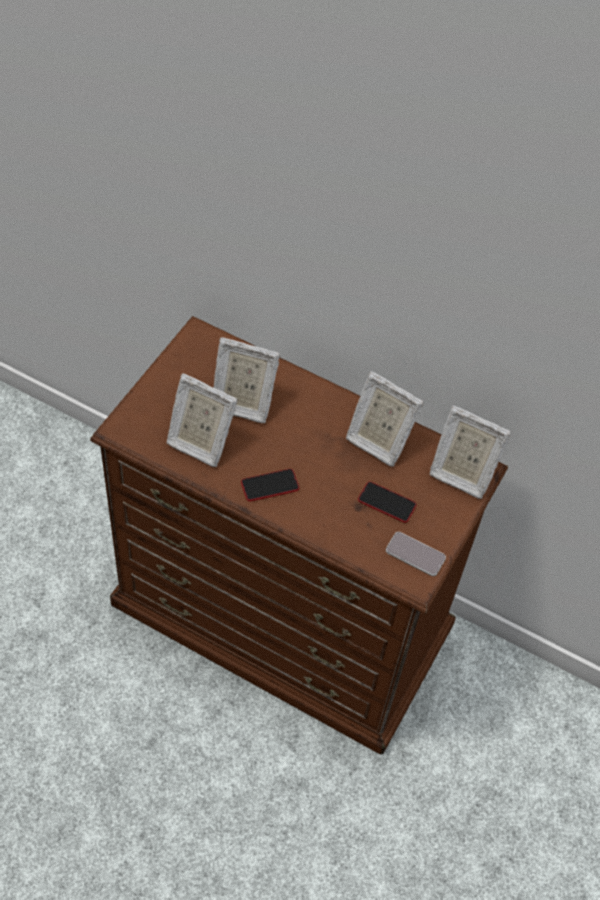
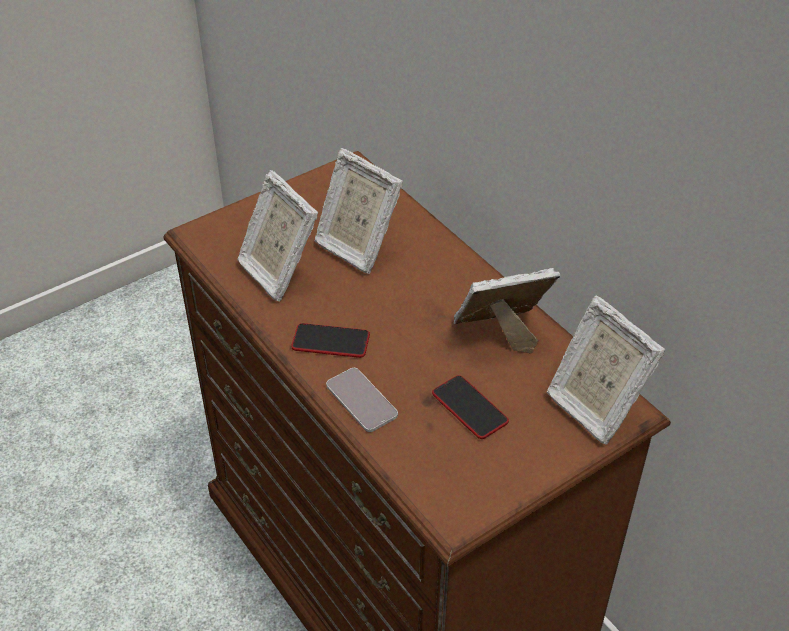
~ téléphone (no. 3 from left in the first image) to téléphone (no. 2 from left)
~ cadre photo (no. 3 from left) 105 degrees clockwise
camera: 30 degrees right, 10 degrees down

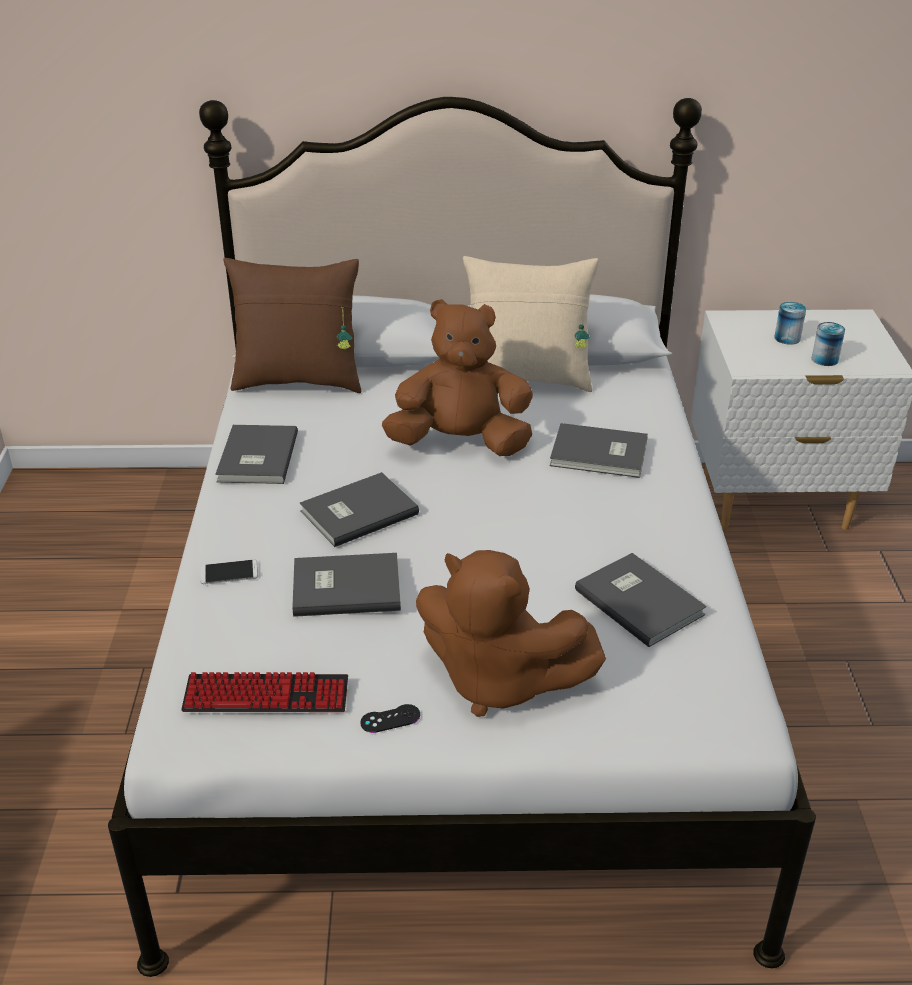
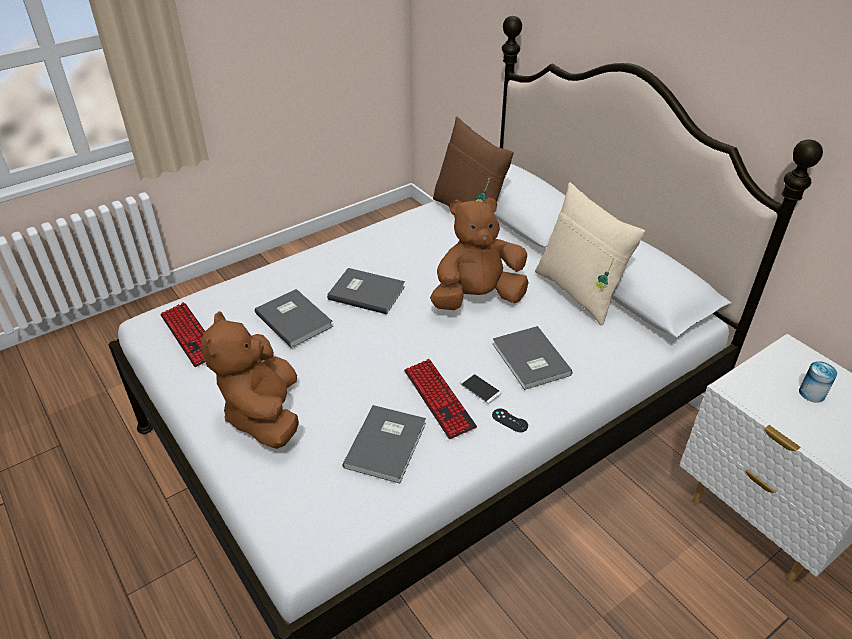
+ clavier (no. 2 from left)
~ peluche [marron] (no. 1 from left in the first image) 75 degrees counterclockwise
~ téléphone
~ manette [noir]
- livre [gris] (no. 1 from left)
- boîte métallique (no. 2 from left)
camera: 55 degrees right, 5 degrees up

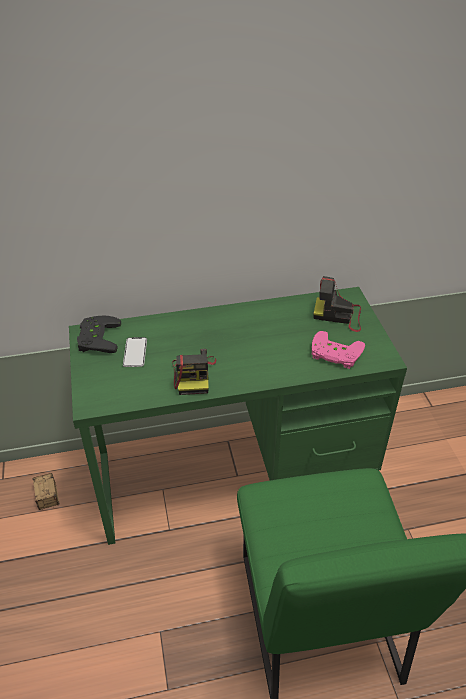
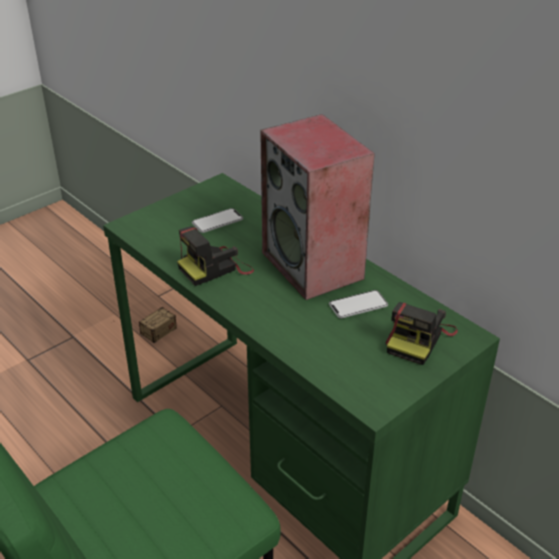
+ enceinte
+ téléphone (no. 2 from left)
~ appareil photo (no. 2 from left) 135 degrees counterclockwise
- manette [noir]
- manette [rose]
camera: 60 degrees right, 5 degrees down

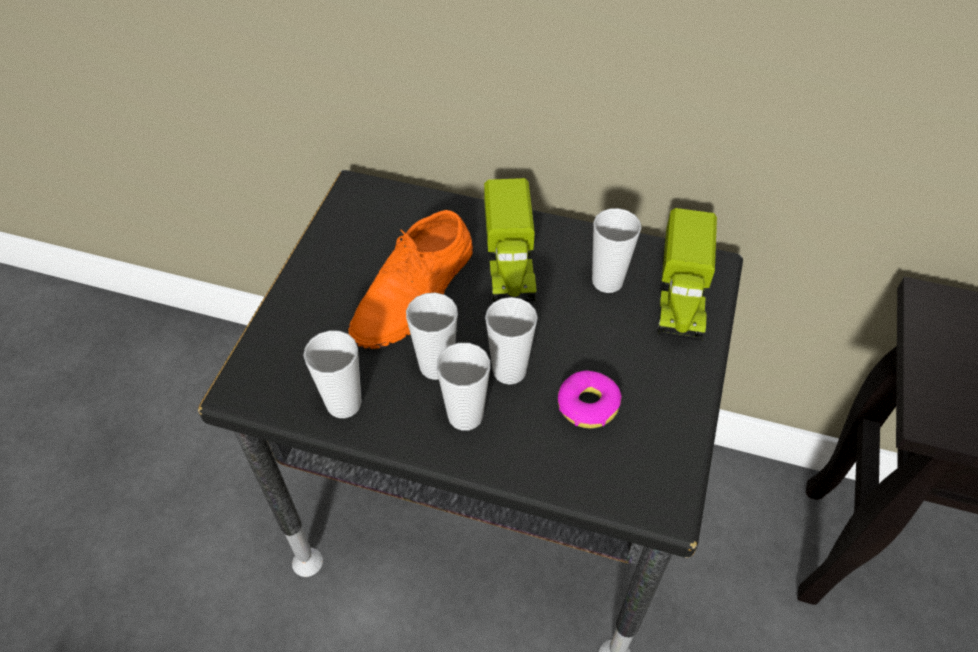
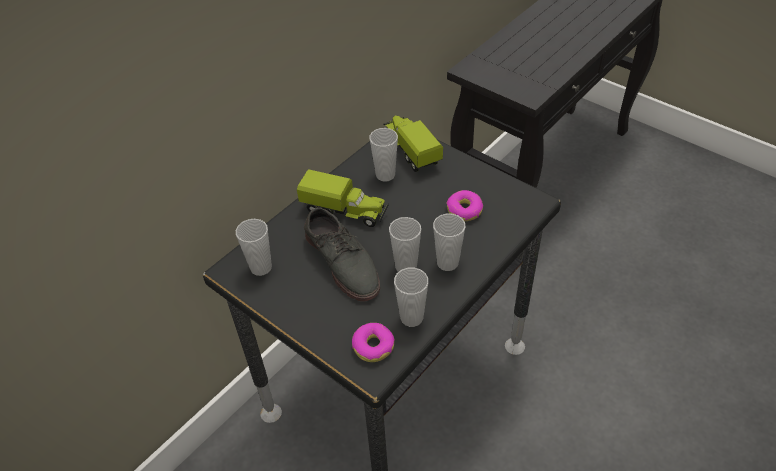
~ tasse (no. 4 from left in the first image) to tasse (no. 1 from left)
~ chaussure [orange] to chaussure [gris]
+ beignet (no. 1 from left)
~ camion jouet (no. 2 from left) 150 degrees counterclockwise
camera: 65 degrees left, 5 degrees down

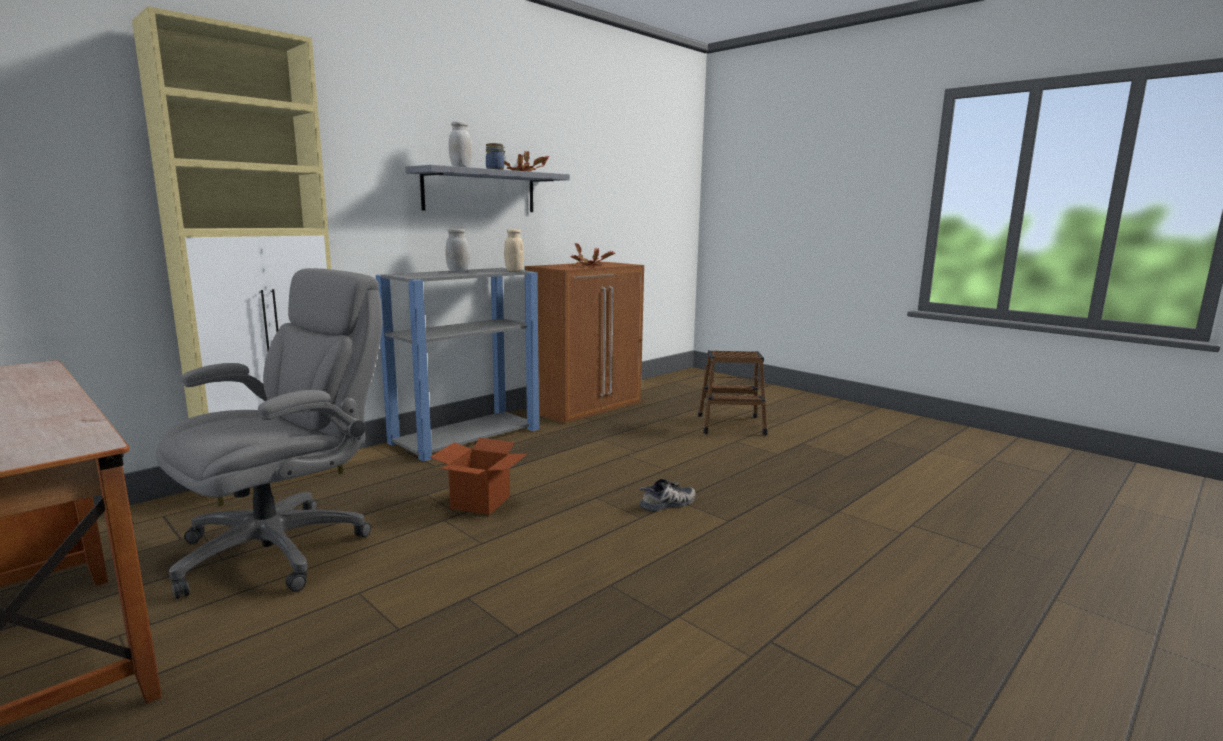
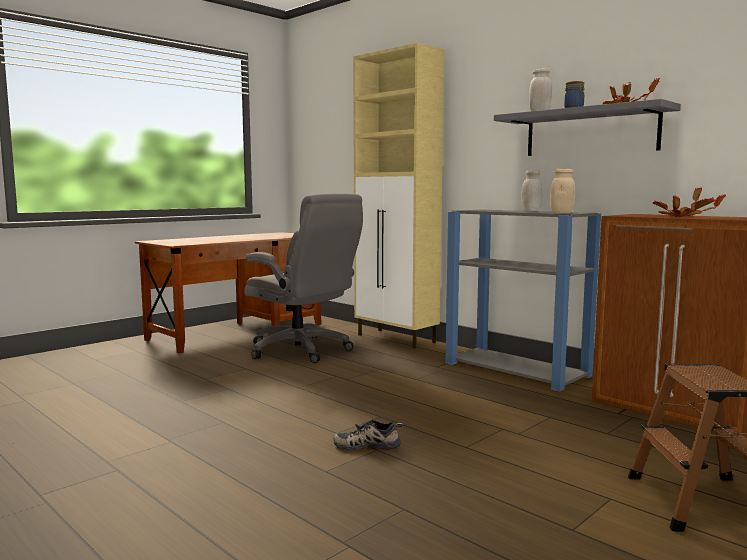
~ chaussure 120 degrees clockwise
- carton
camera: 90 degrees right, 5 degrees down

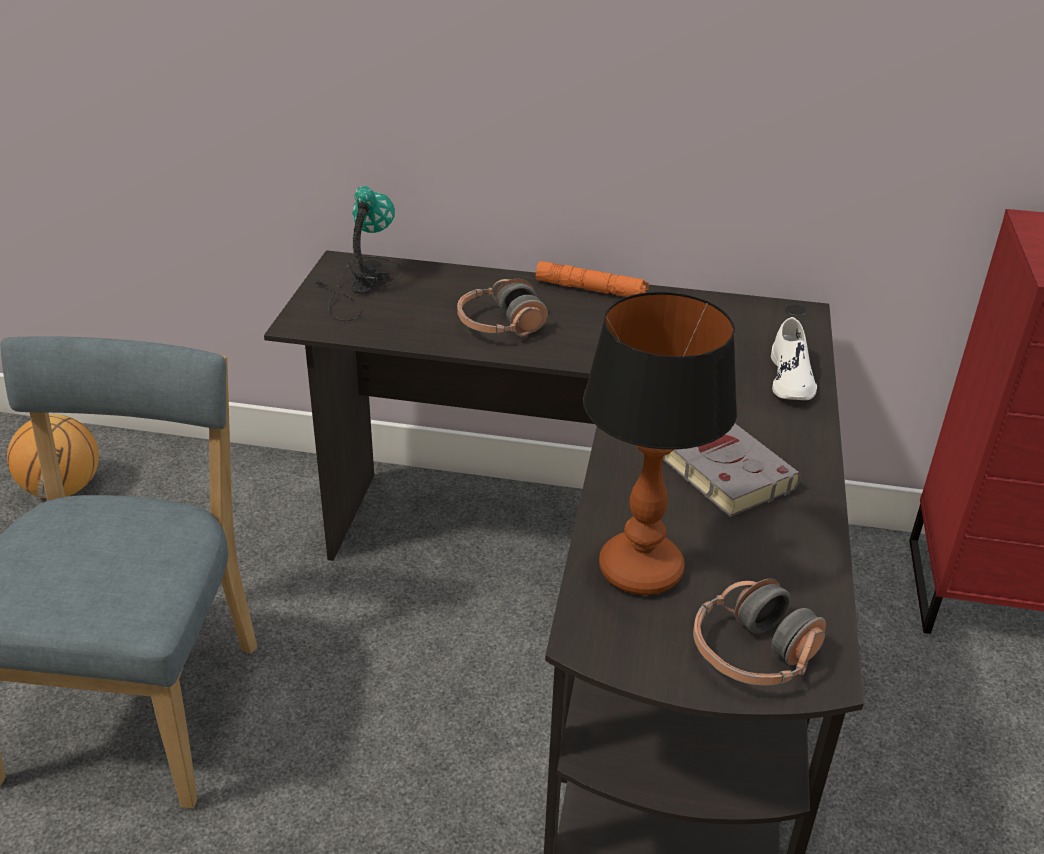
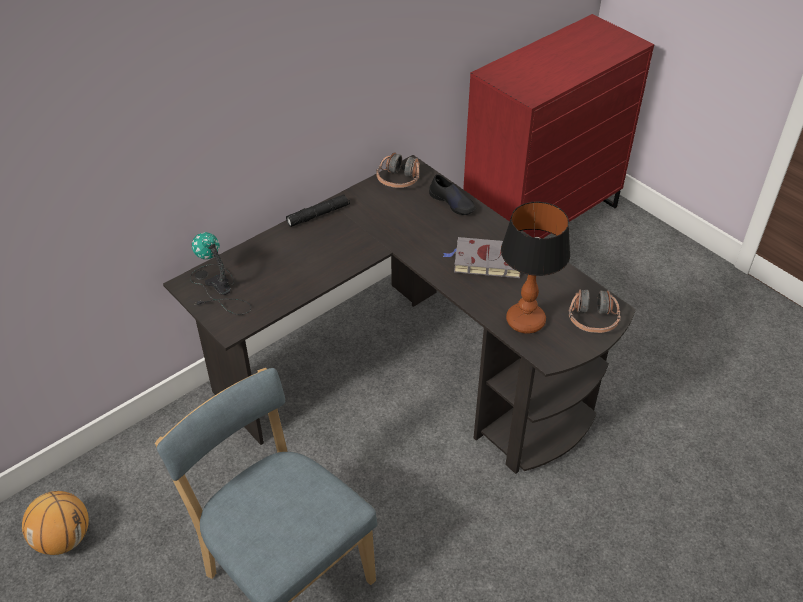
~ lampe de poche [orange] to lampe de poche [noir]
~ casque audio (no. 1 from left)
~ chaussure [blanc] to chaussure [noir]
camera: 50 degrees left, 10 degrees up

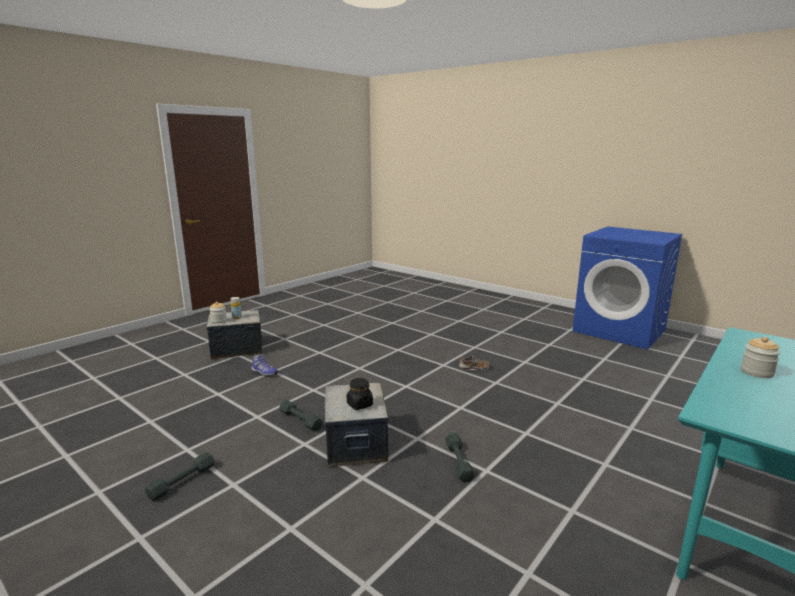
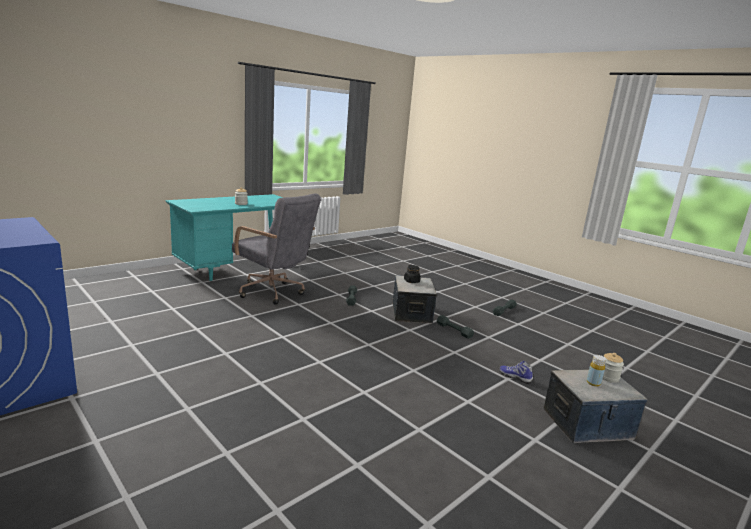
+ chaise de bureau [gris]
- chaussure (no. 2 from left)
camera: 175 degrees left, 0 degrees up

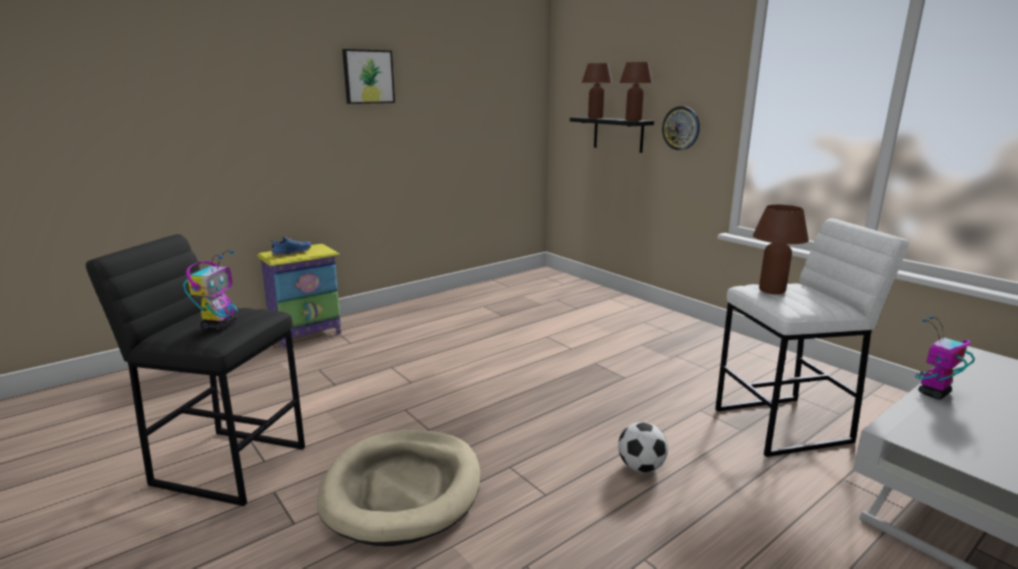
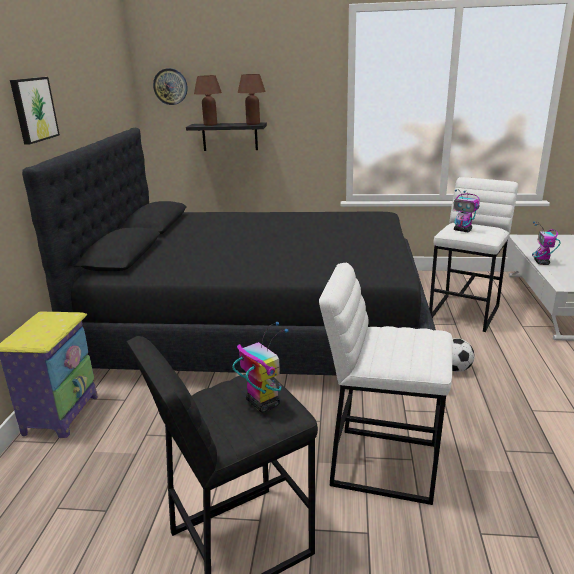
+ lit [noir]
~ horloge murale
~ panier pour chien [beige] to tabouret [blanc] (no. 1 from left)
~ lampe de table [marron] (no. 3 from left) to robot jouet (no. 2 from left)
- chaussure [bleu]
camera: 45 degrees left, 5 degrees up

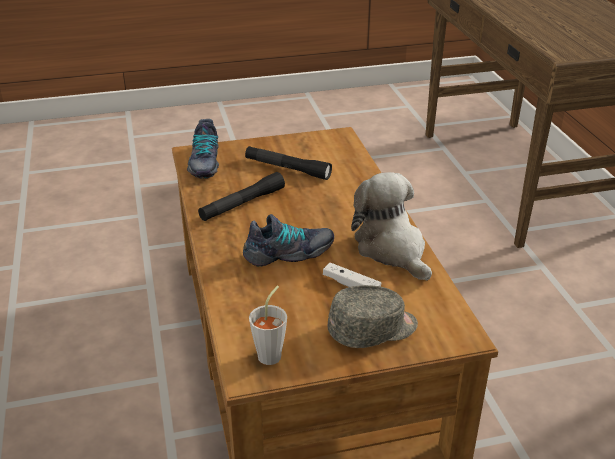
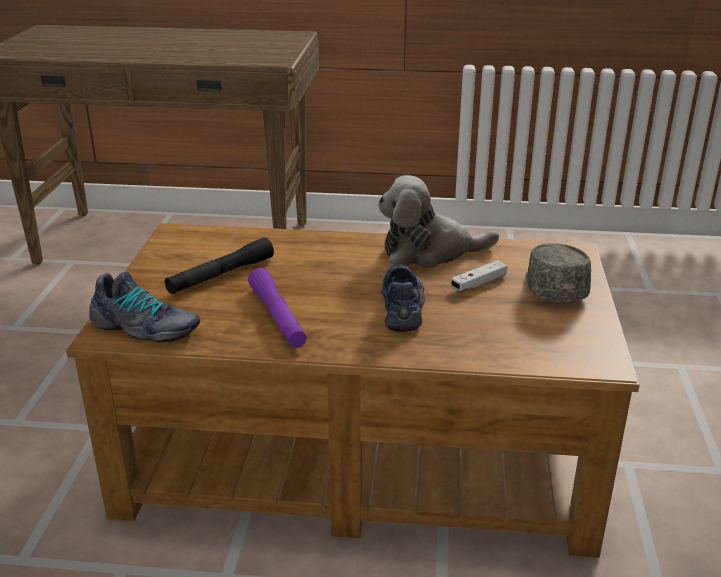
~ lampe de poche [noir] (no. 1 from left) to lampe de poche [violet]
- tasse [gris]
camera: 70 degrees left, 5 degrees down

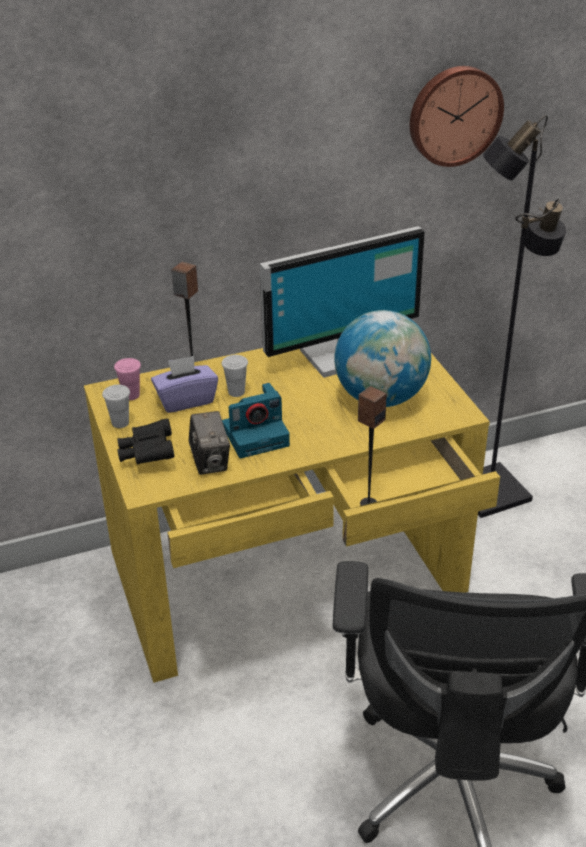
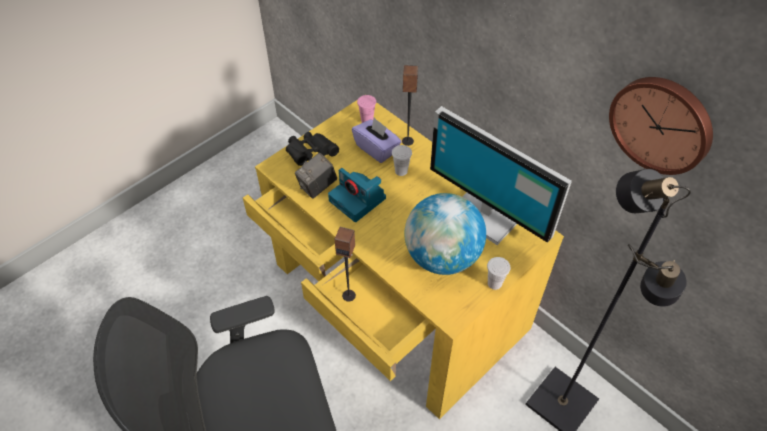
~ tasse [blanc] (no. 1 from left in the first image) to tasse [blanc] (no. 2 from left)
camera: 65 degrees right, 15 degrees up

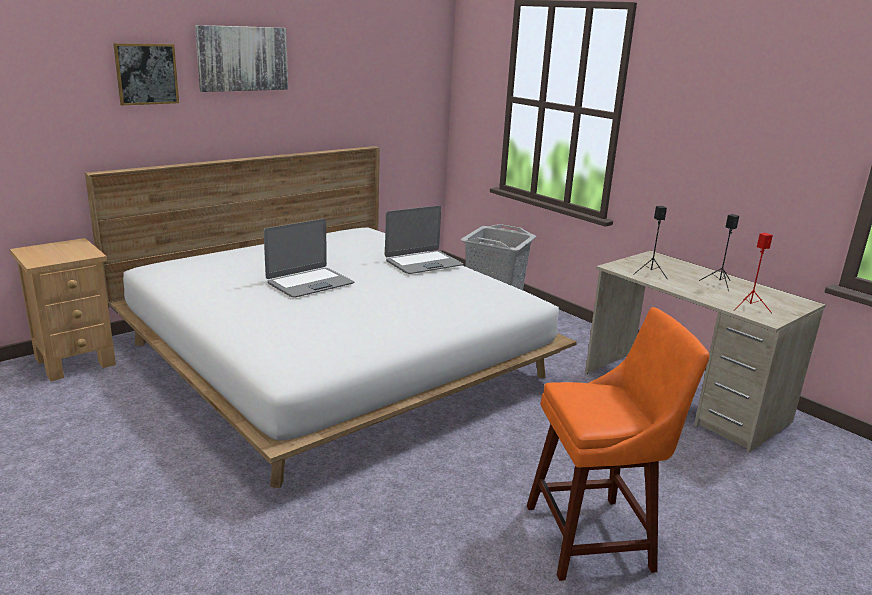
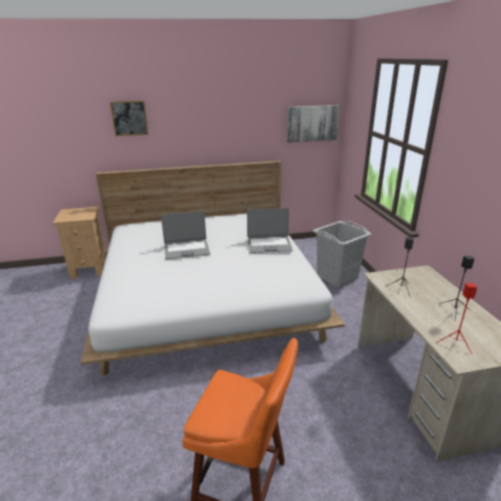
~ tableau (no. 2 from left)
camera: 30 degrees right, 5 degrees up

